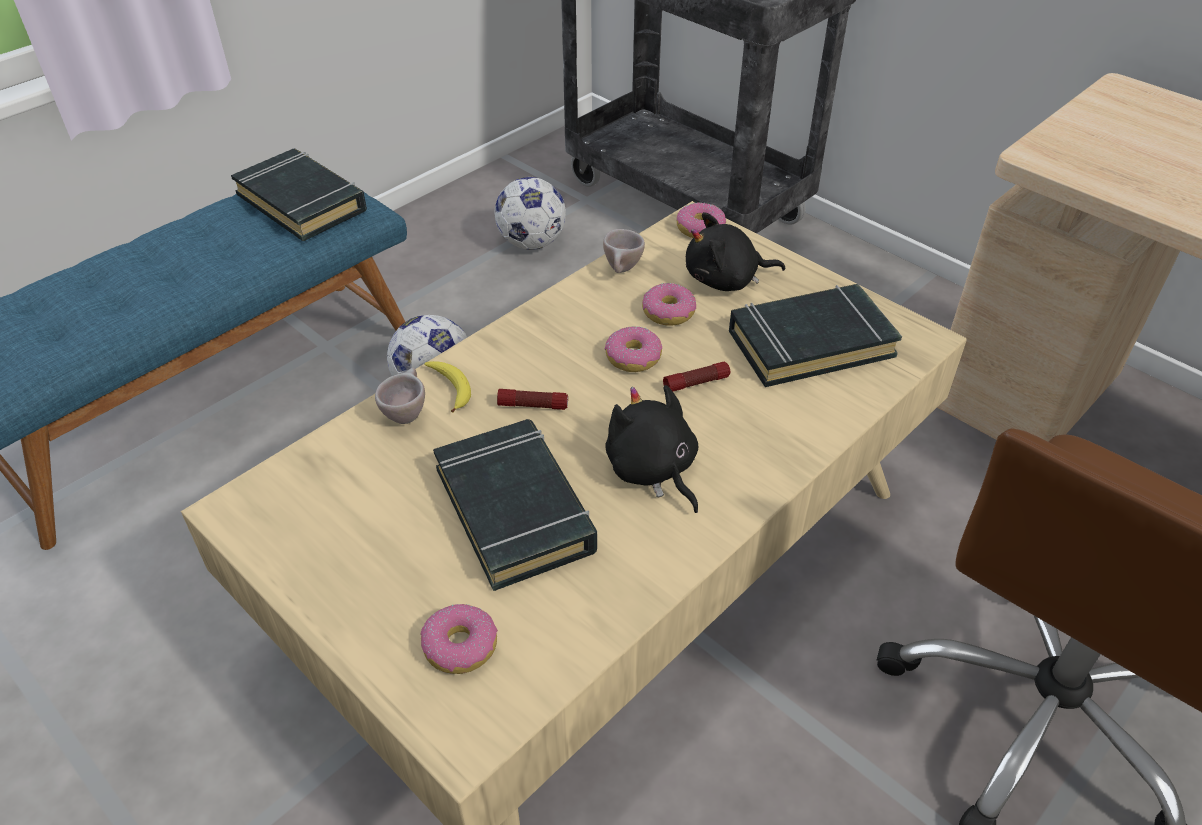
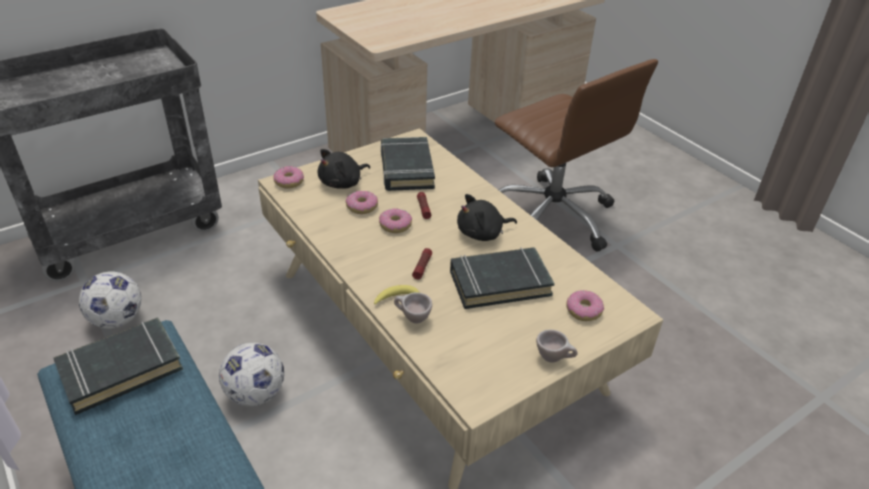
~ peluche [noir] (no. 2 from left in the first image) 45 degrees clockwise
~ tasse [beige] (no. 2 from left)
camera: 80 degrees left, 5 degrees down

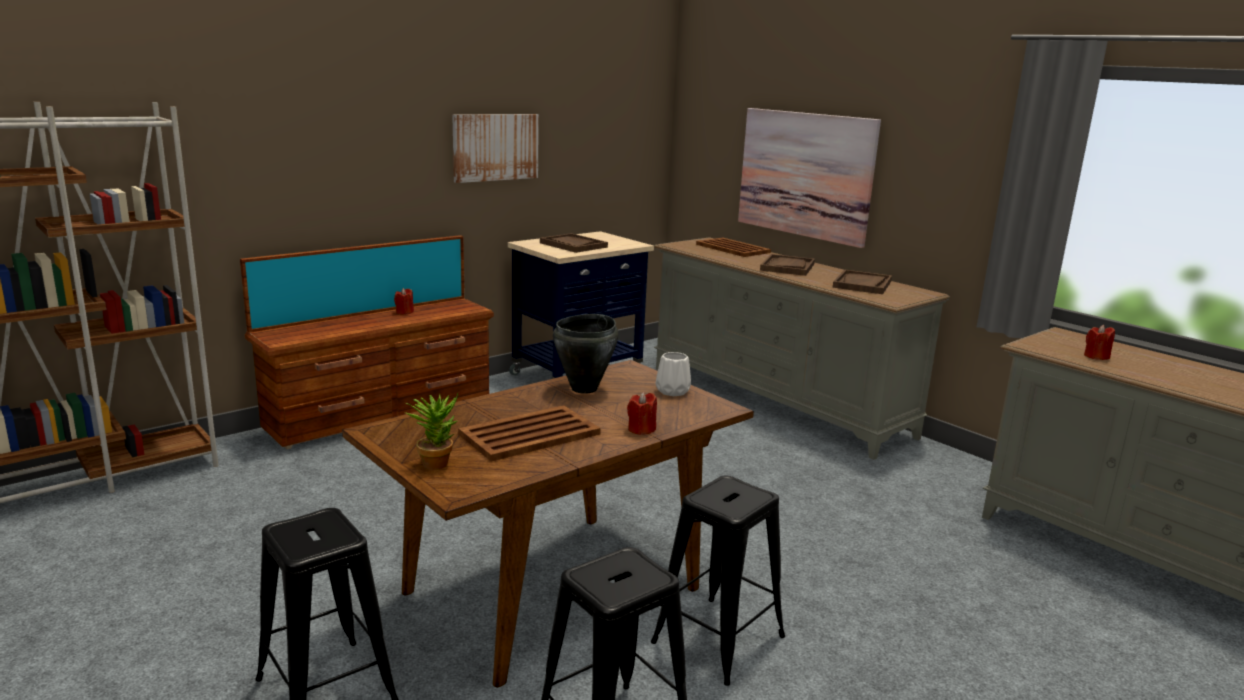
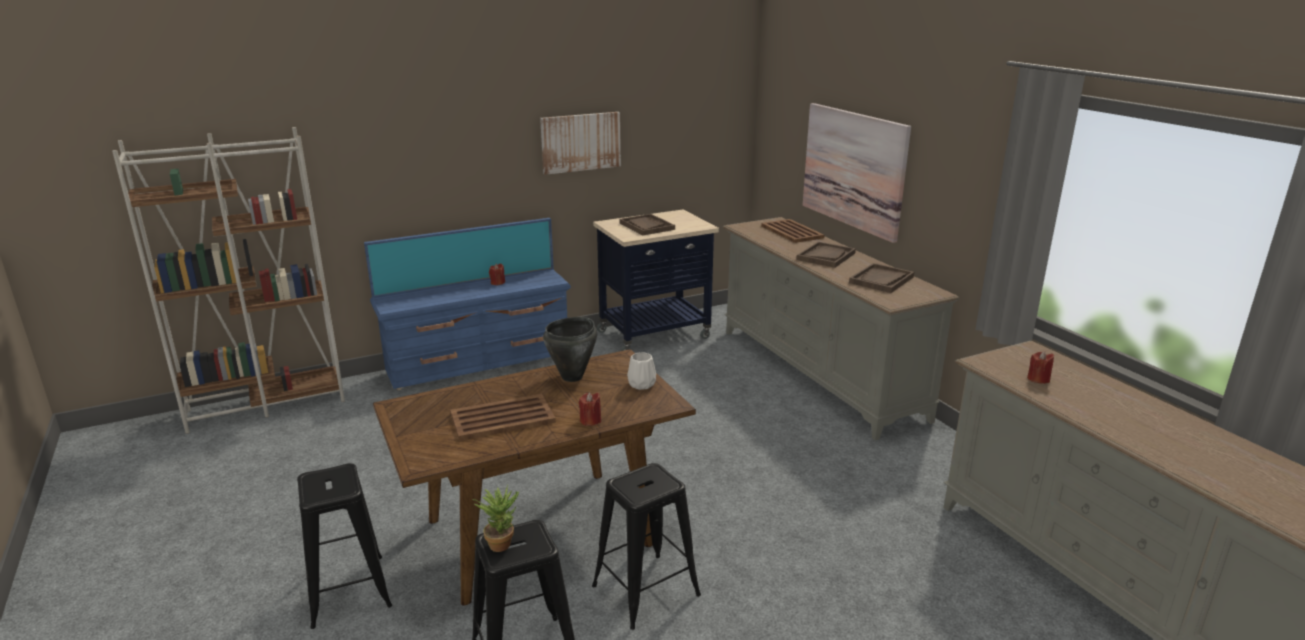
~ commode [marron] to commode [bleu]
~ plante en pot
camera: 15 degrees right, 5 degrees up

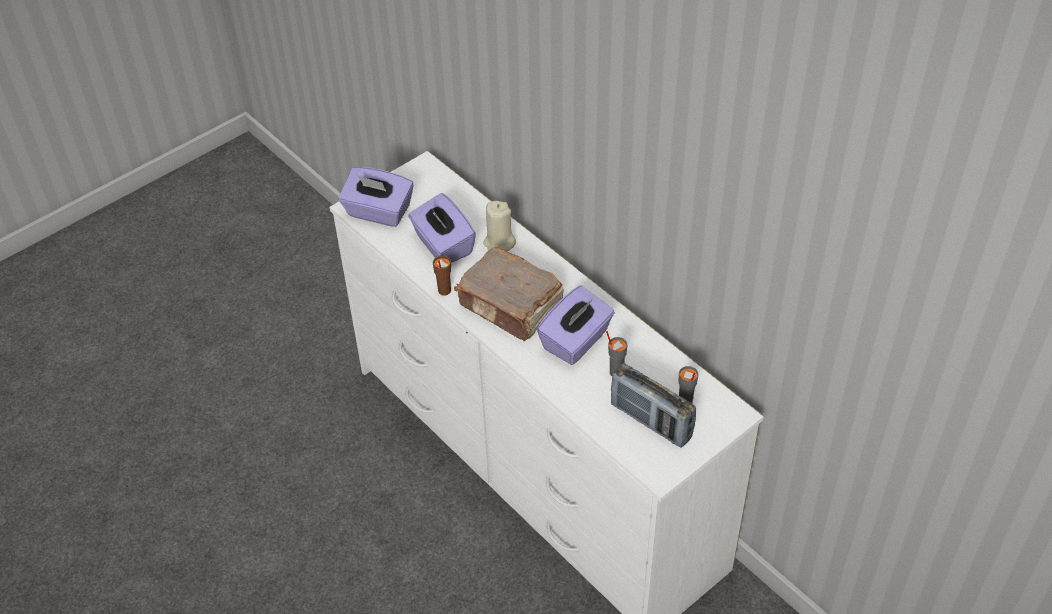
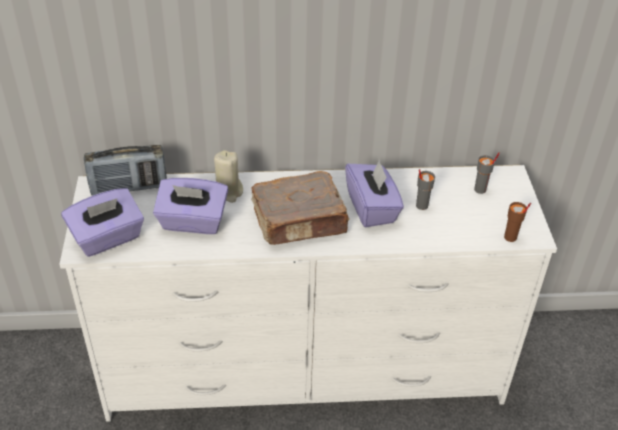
~ radio
~ tasse [marron]
camera: 55 degrees left, 5 degrees down

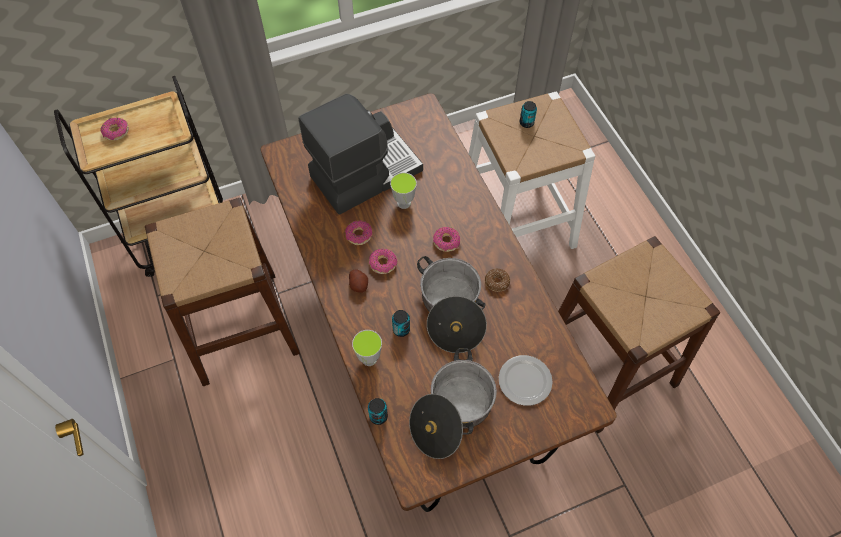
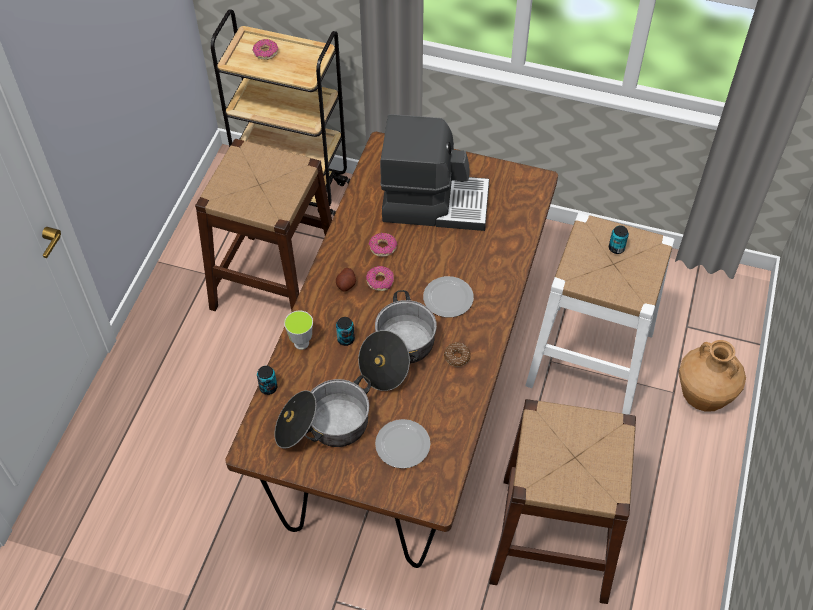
~ beignet (no. 4 from left) to assiette (no. 2 from left)
+ vase [marron]
- tasse (no. 2 from left)
camera: 40 degrees right, 5 degrees down

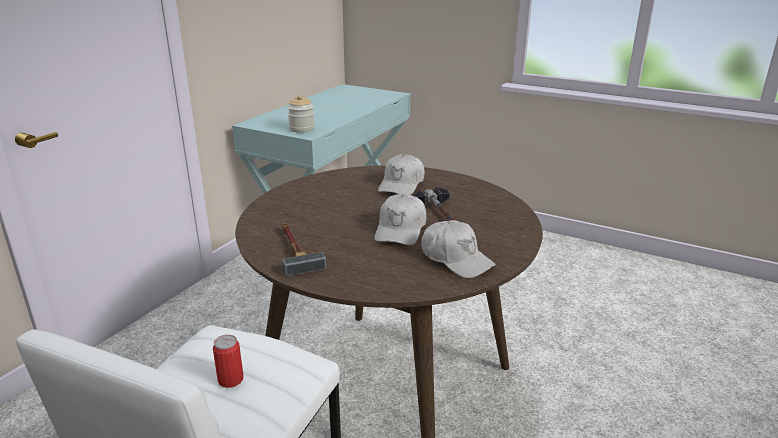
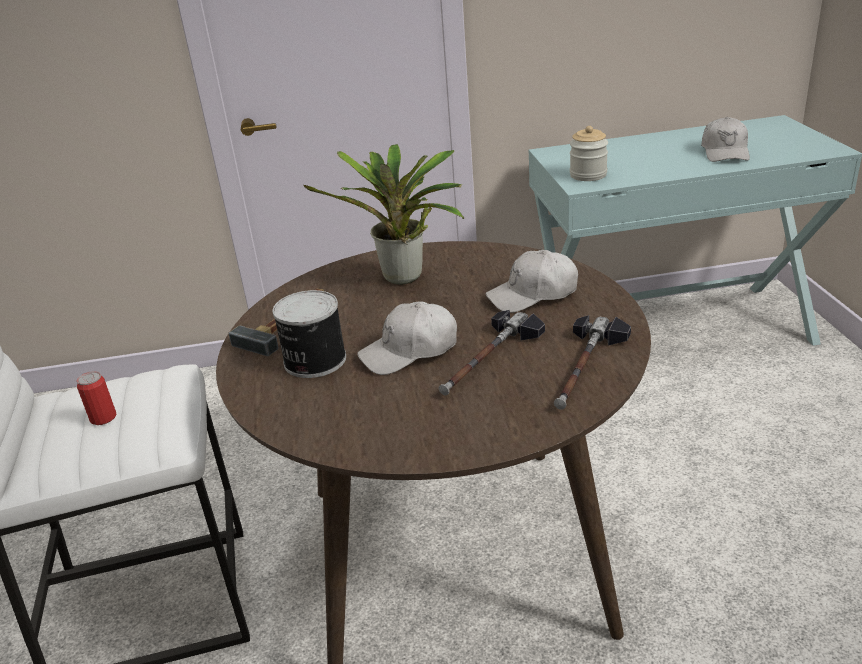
+ boîte métallique (no. 2 from left)
+ plante en pot
+ marteau (no. 3 from left)
~ casquette [blanc] (no. 3 from left)
camera: 55 degrees right, 5 degrees up

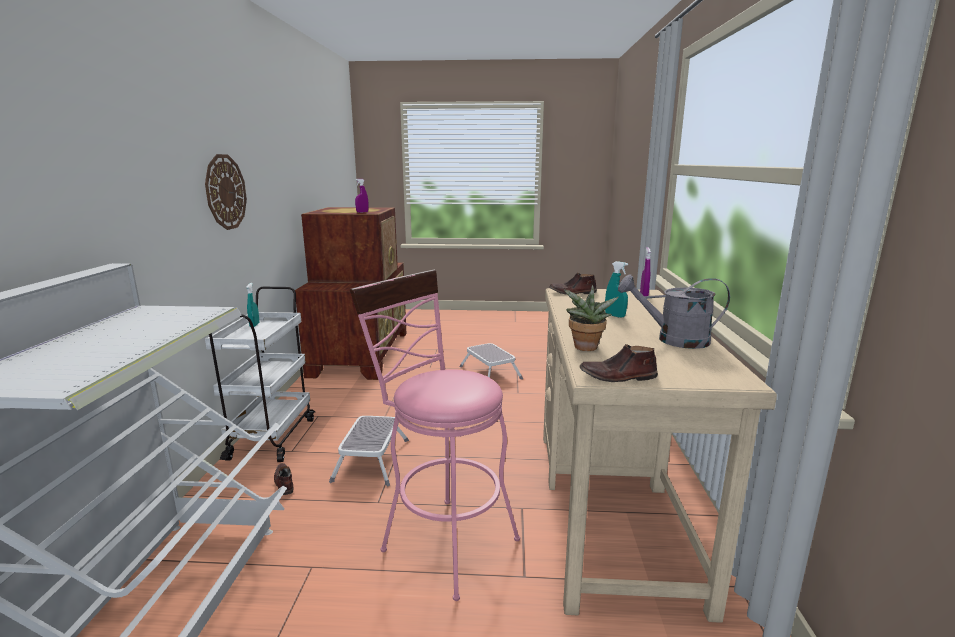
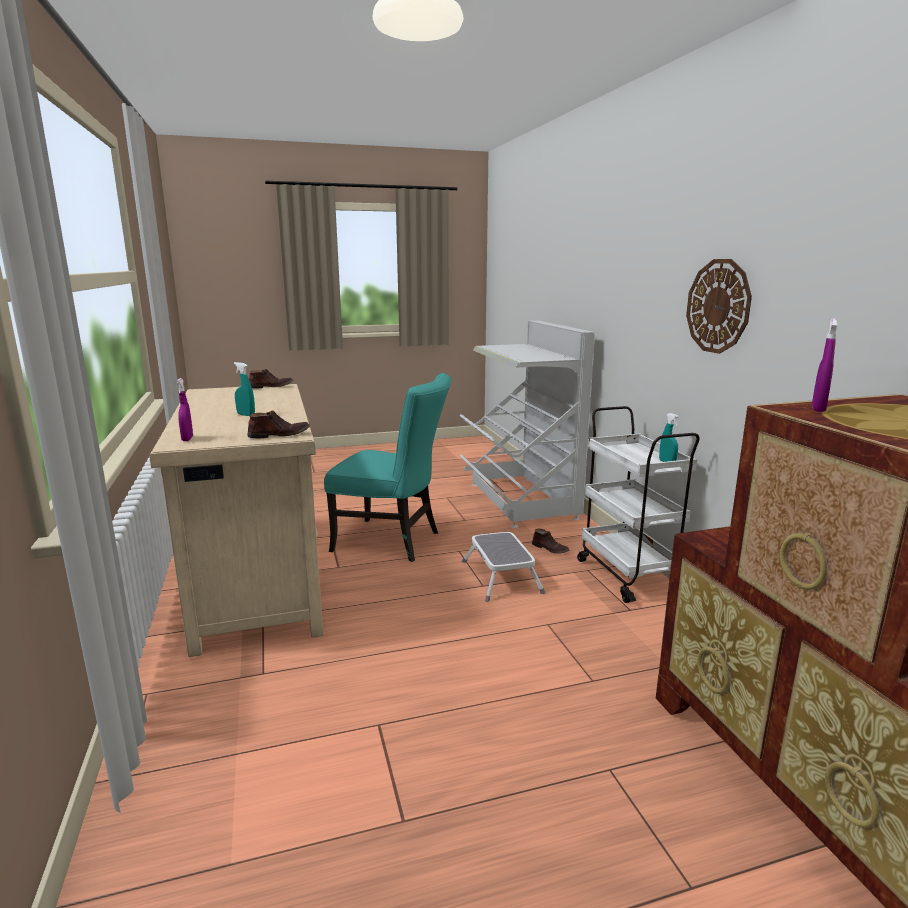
~ tabouret [rose] to chaise [turquoise]
- escabeau [gris] (no. 2 from left)
- plante en pot
- arrosoir [gris]
camera: 160 degrees right, 0 degrees up

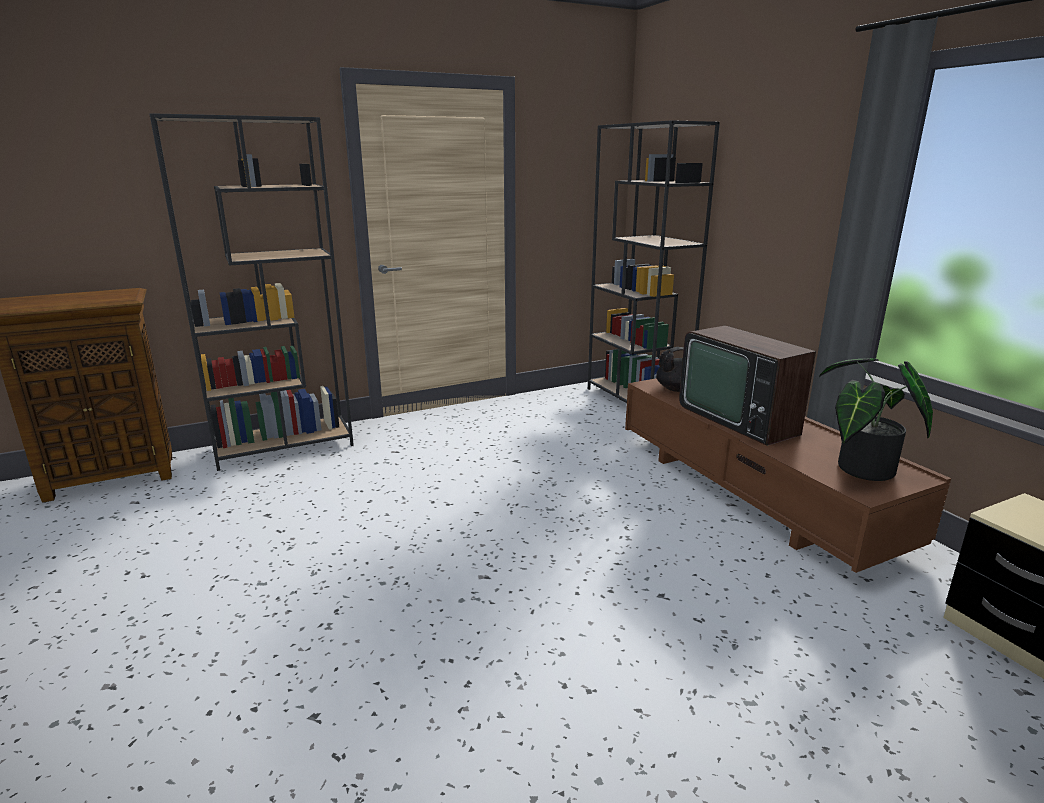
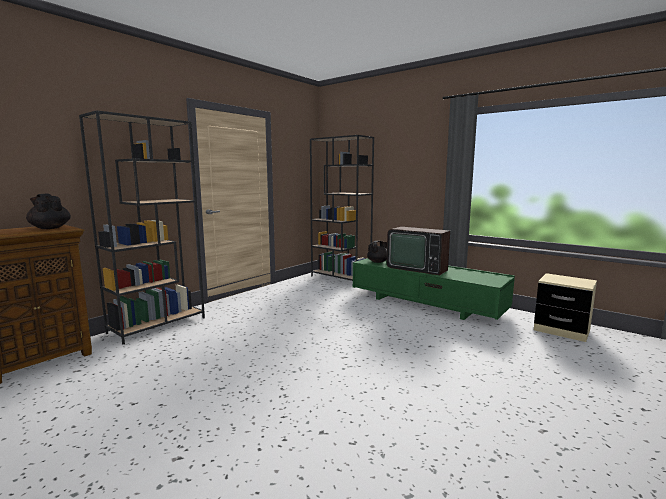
+ théière [noir] (no. 1 from left)
~ meuble télé [marron] to meuble télé [vert]
- plante en pot
camera: 25 degrees left, 10 degrees down

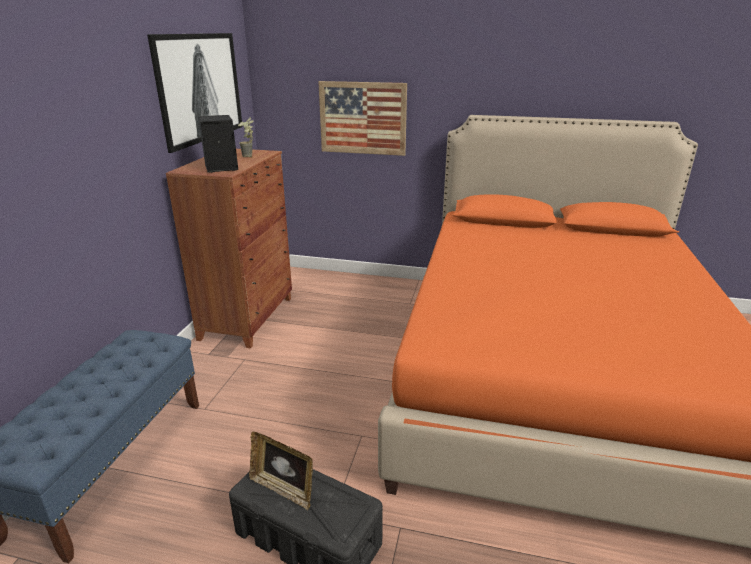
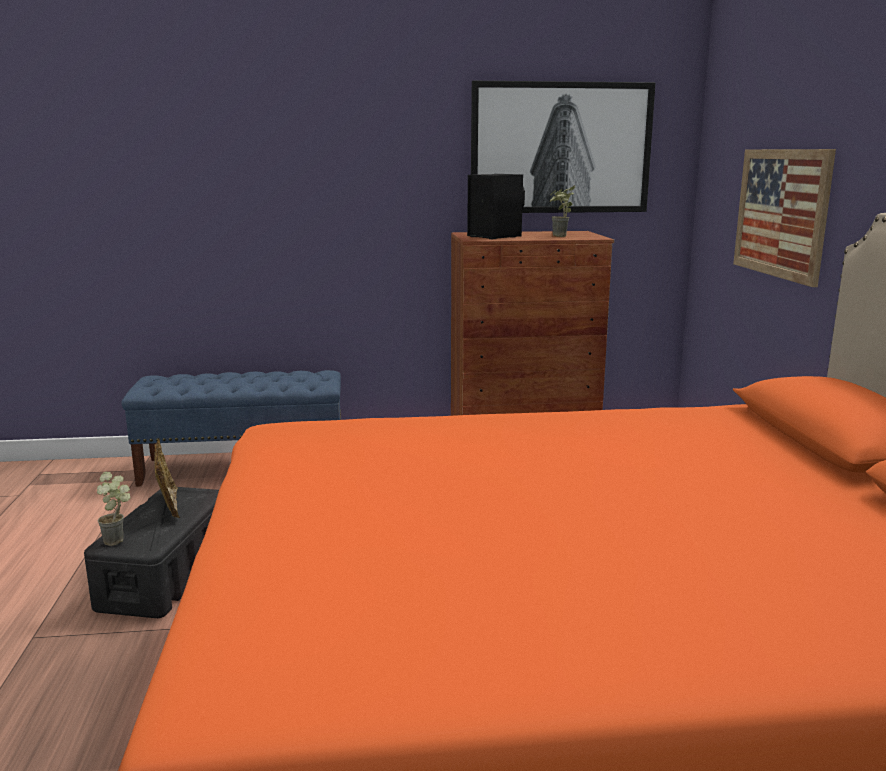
+ plante en pot (no. 1 from left)
~ cadre photo 150 degrees clockwise
camera: 70 degrees right, 10 degrees down

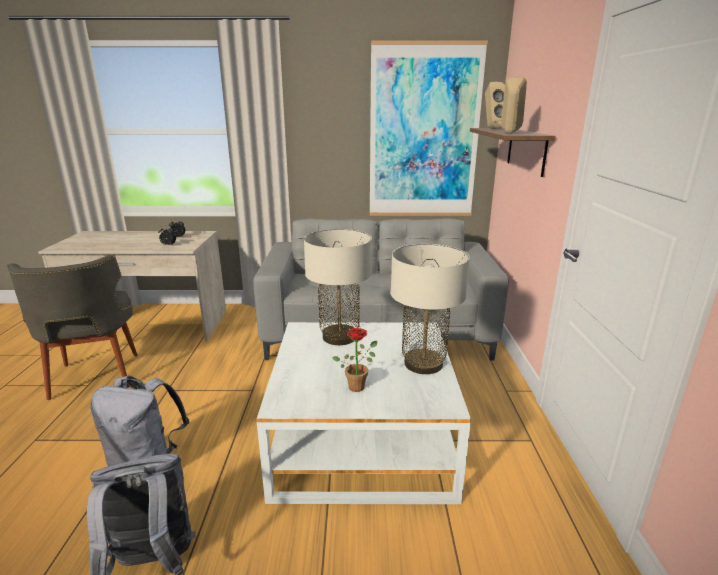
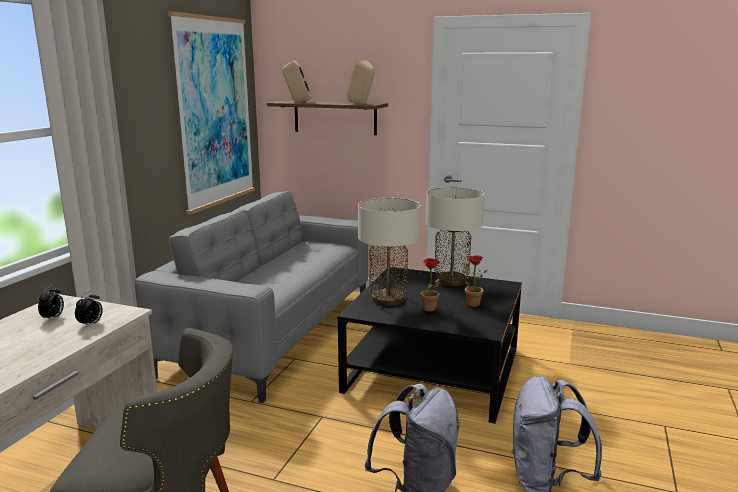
~ table basse [blanc] to table basse [noir]
+ plante en pot (no. 1 from left)
camera: 70 degrees left, 5 degrees down

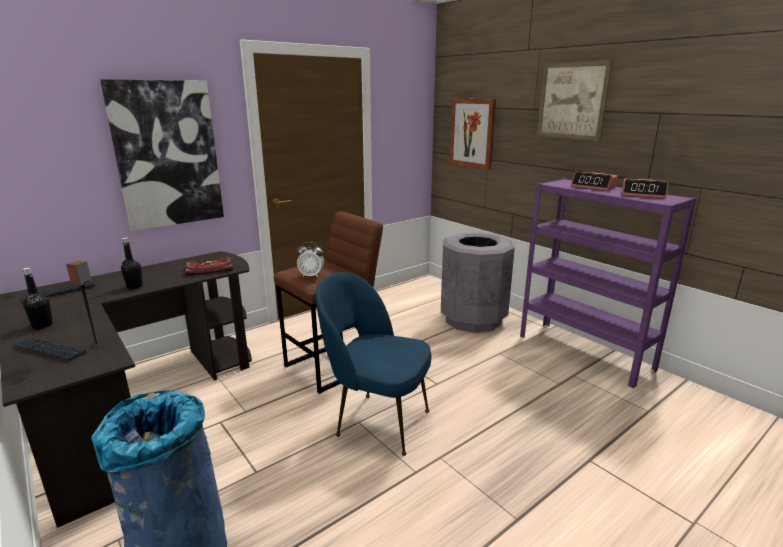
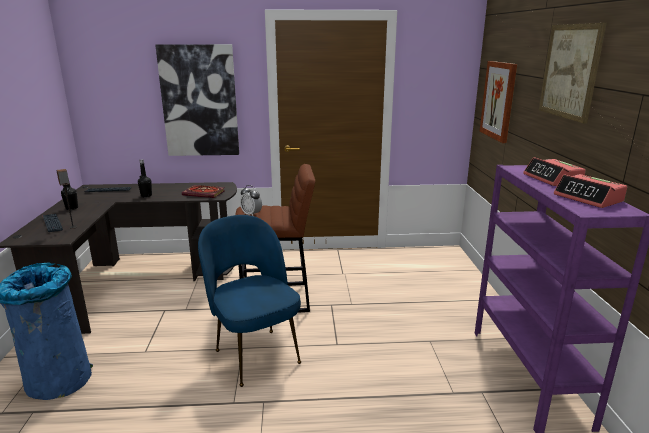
- poubelle [gris]
camera: 35 degrees right, 0 degrees up

